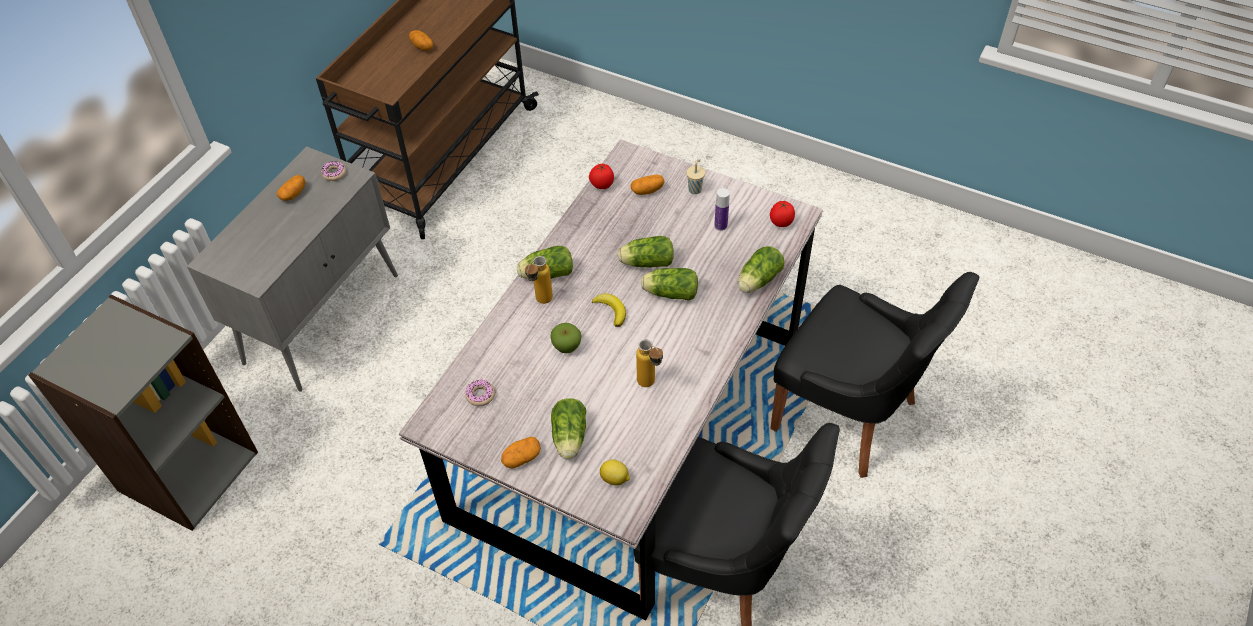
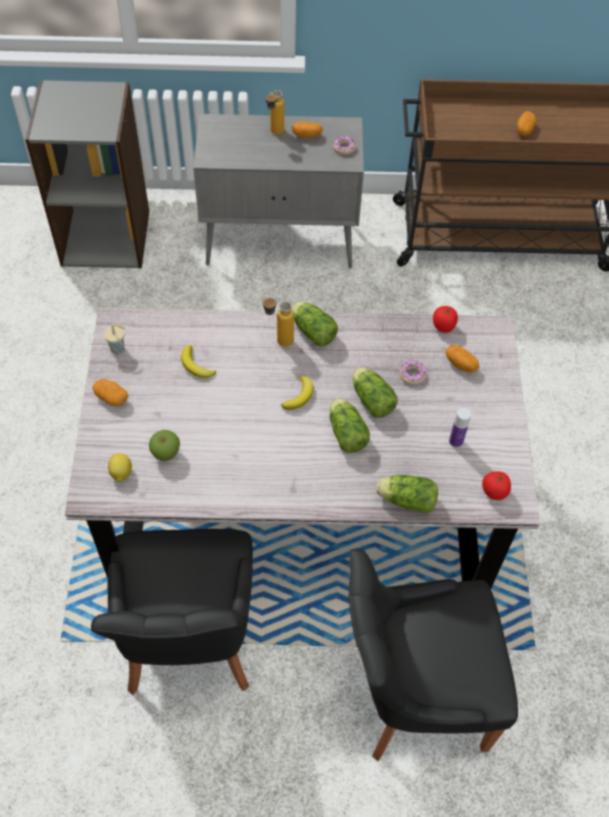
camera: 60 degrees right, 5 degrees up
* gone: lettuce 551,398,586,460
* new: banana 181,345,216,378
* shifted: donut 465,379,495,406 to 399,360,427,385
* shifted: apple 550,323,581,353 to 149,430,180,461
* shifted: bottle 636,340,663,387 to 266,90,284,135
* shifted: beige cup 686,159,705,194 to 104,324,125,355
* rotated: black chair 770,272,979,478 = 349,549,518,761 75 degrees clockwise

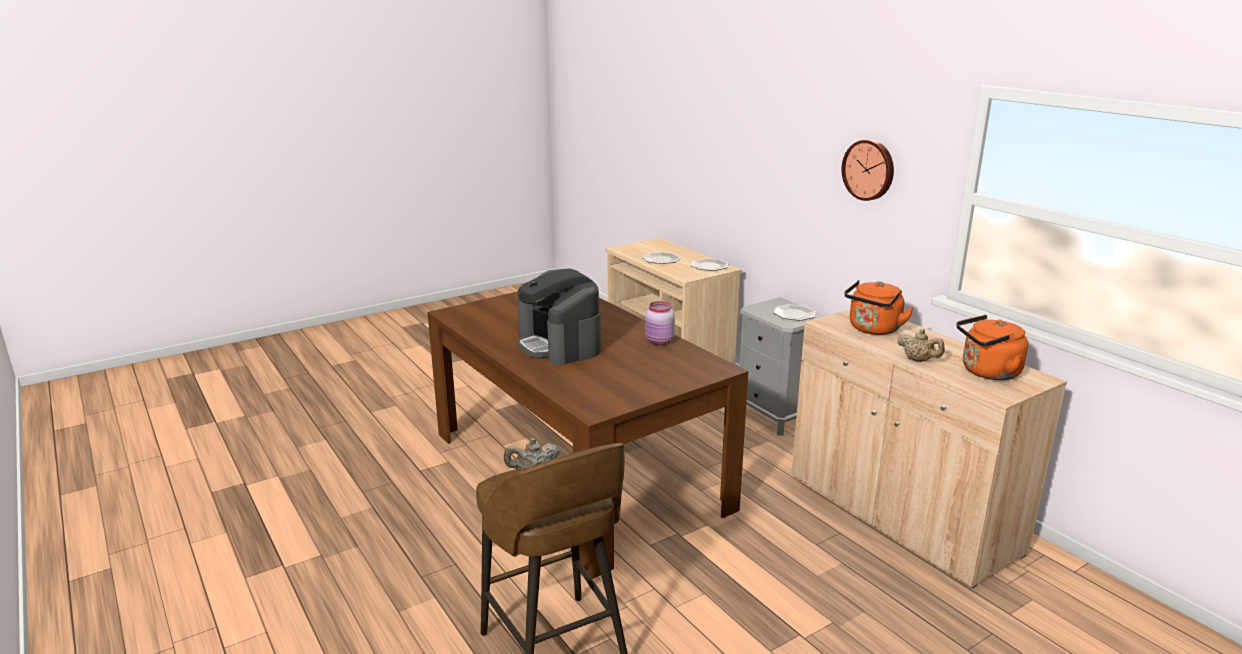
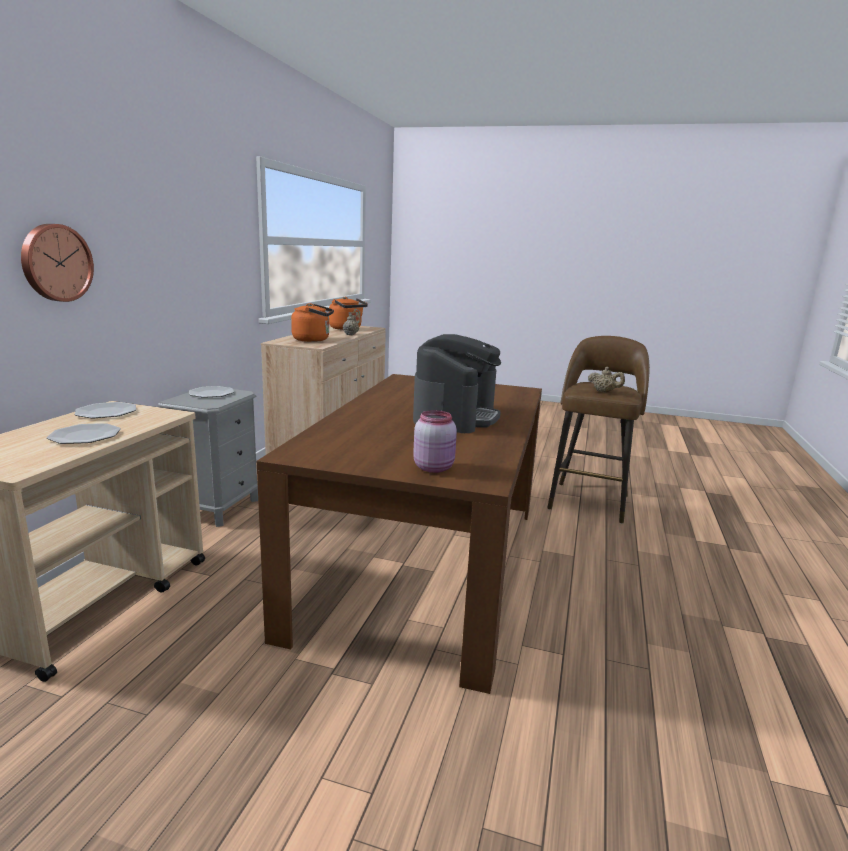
camera: 130 degrees left, 5 degrees down
* shifted: pink jar 645,301,675,345 to 413,410,457,473
* shifted: wall clock 841,139,894,201 to 21,224,94,302

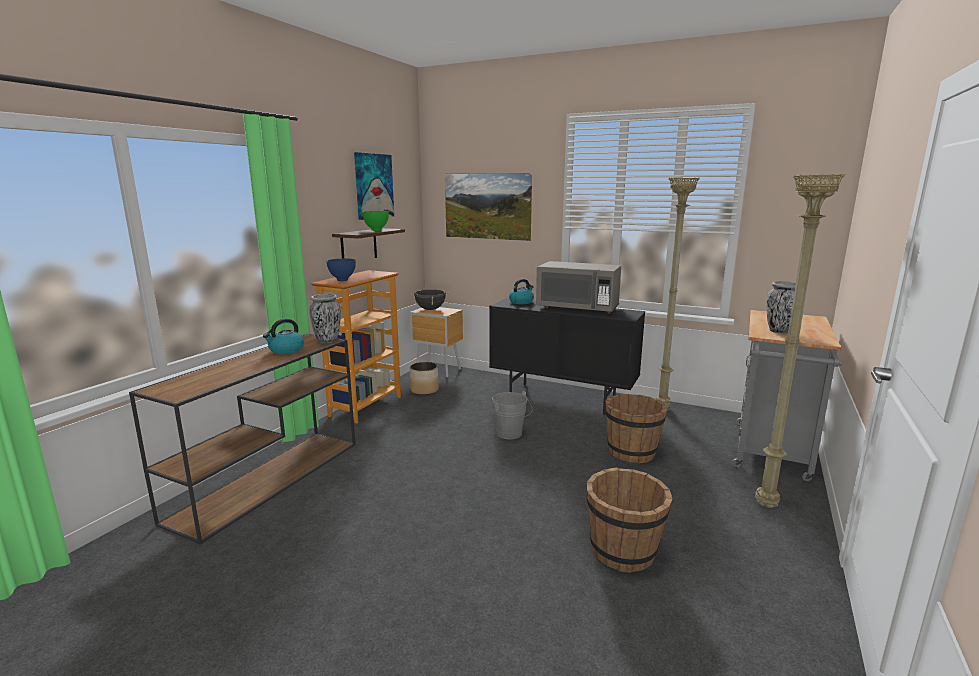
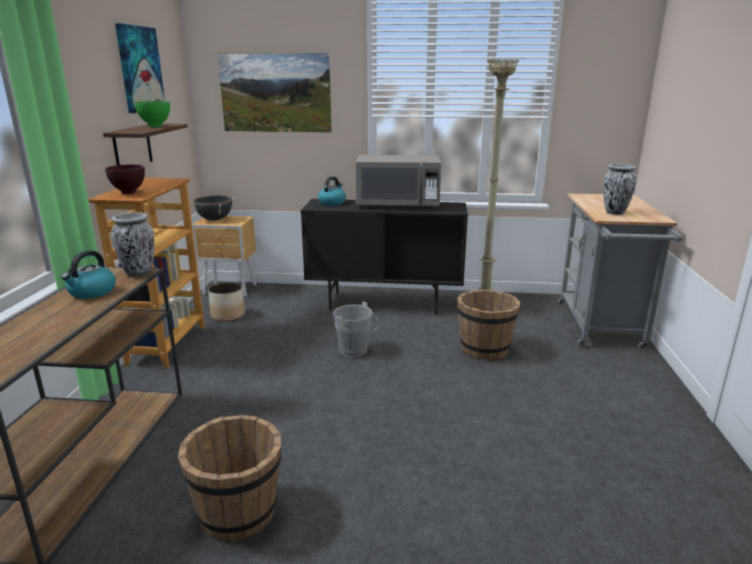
camera: 20 degrees left, 5 degrees up
* gone: beige floor lamp 755,174,845,508
* shifted: brown bucket 586,467,672,573 to 178,415,281,542
* repainted: blue bowl 327,258,356,281 to brown bowl 105,164,145,194

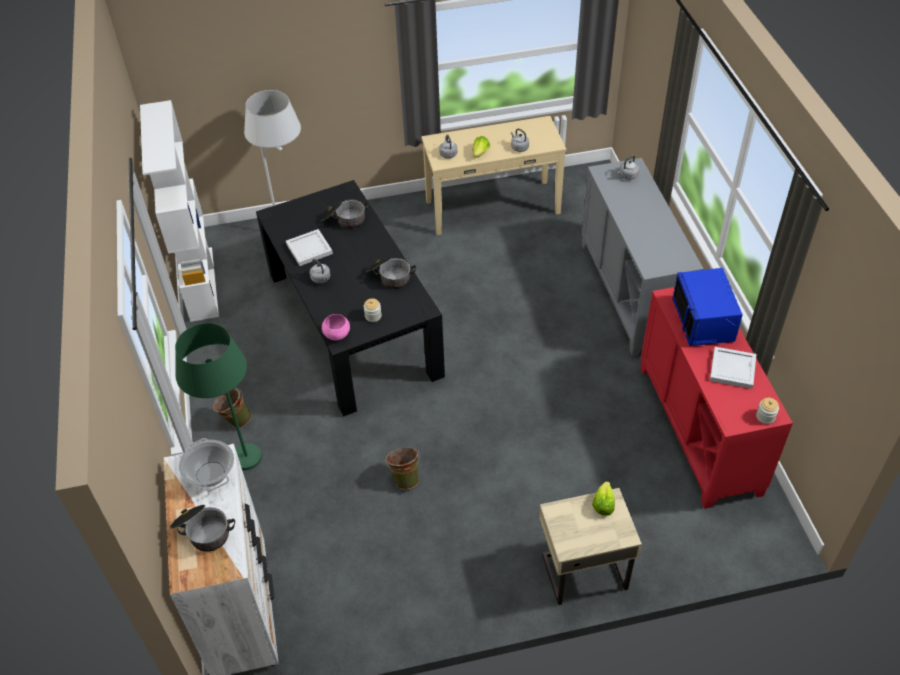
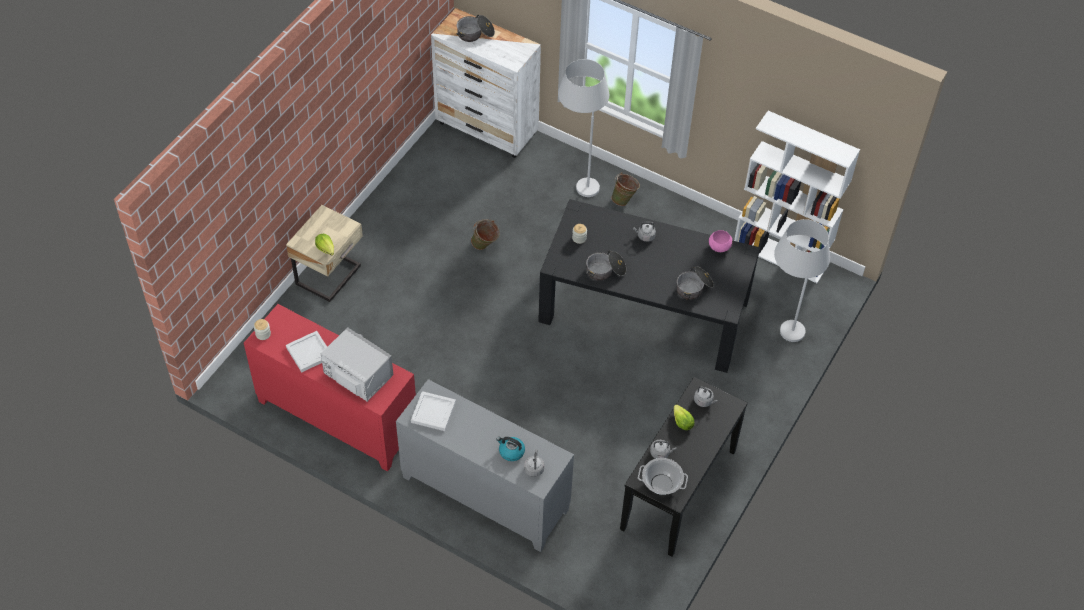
camera: 130 degrees right, 5 degrees up
* new: kettle 496,437,525,461
* shifted: cooking pot 179,438,234,491 to 638,458,688,495
* shifted: white tray 286,229,333,266 to 411,391,456,431
* shifted: pink bowl 322,314,350,341 to 709,230,733,252
* repainted: green floor lamp 175,323,262,470 to white floor lamp 558,59,609,197
* repainted: beige console table 421,116,566,235 to black console table 620,377,748,557
* repainted: blue microwave 672,268,743,346 to grey microwave 321,327,394,402

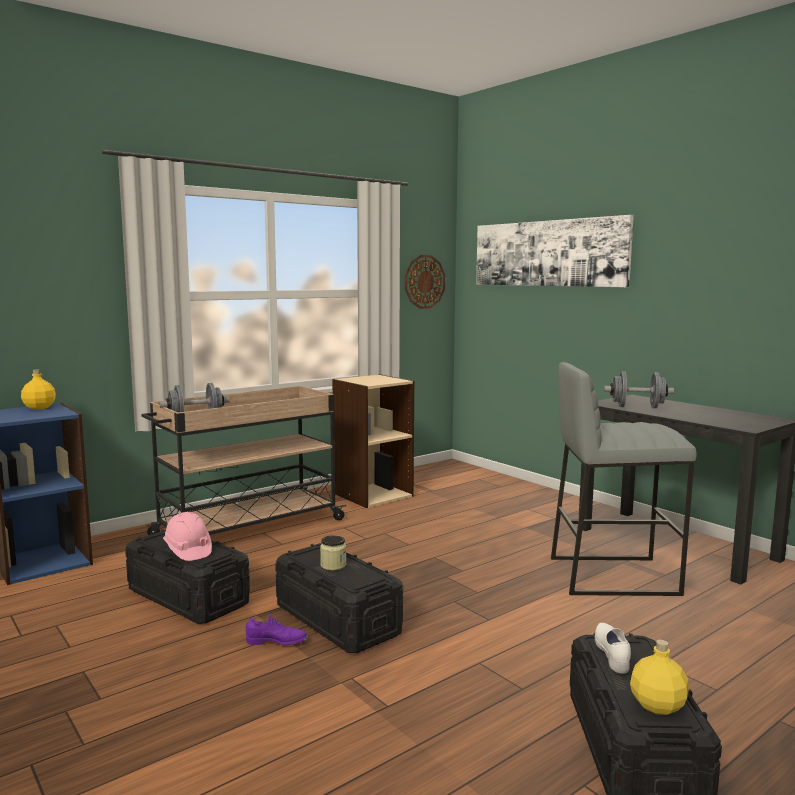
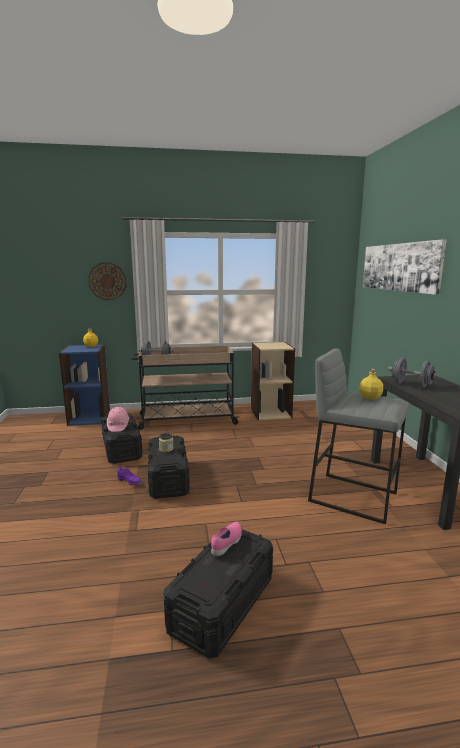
camera: 30 degrees right, 5 degrees up
* shifted: wall clock 405,255,445,309 to 88,263,127,300
* shifted: yellow bottle 630,639,689,715 to 359,369,383,400
* repainted: white shoe 595,623,631,674 to pink shoe 211,522,242,556

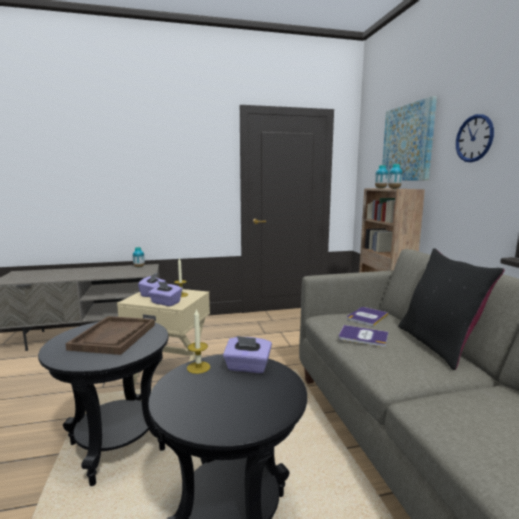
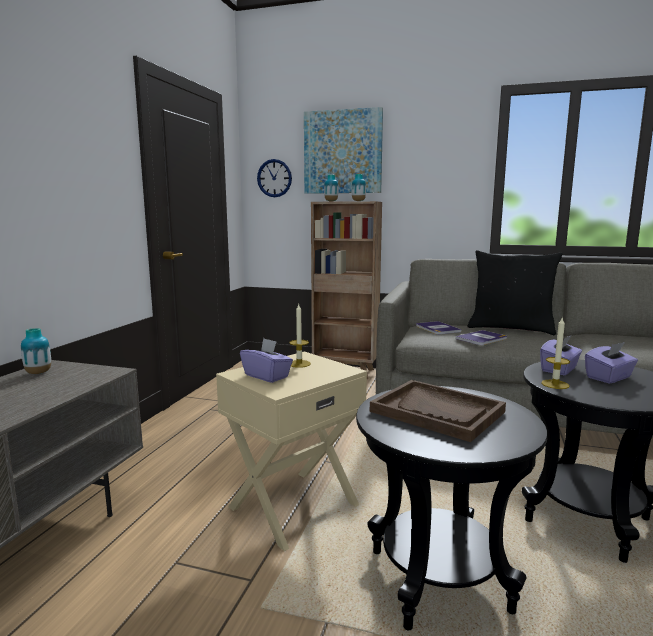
camera: 60 degrees left, 0 degrees up
* shifted: purple tissue box 148,281,182,306 to 585,342,638,384
* shifted: wall clock 456,114,494,162 to 257,159,292,197

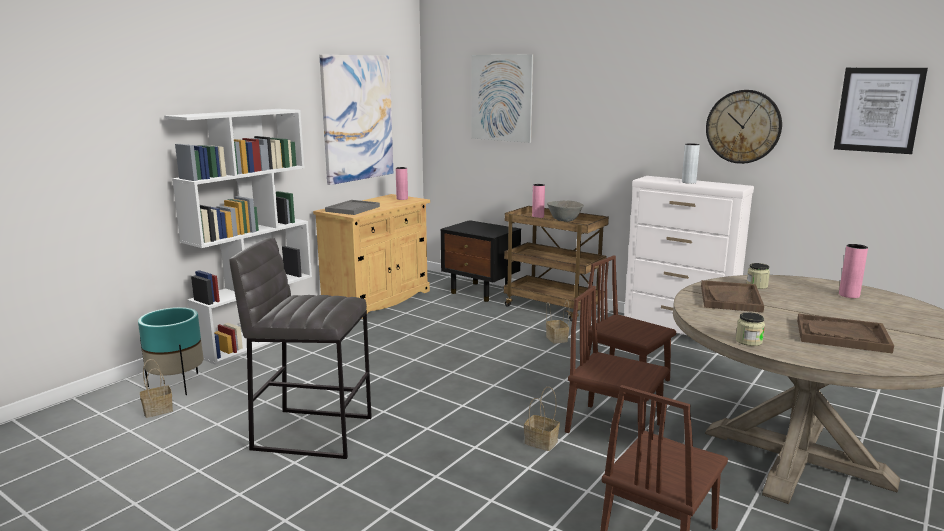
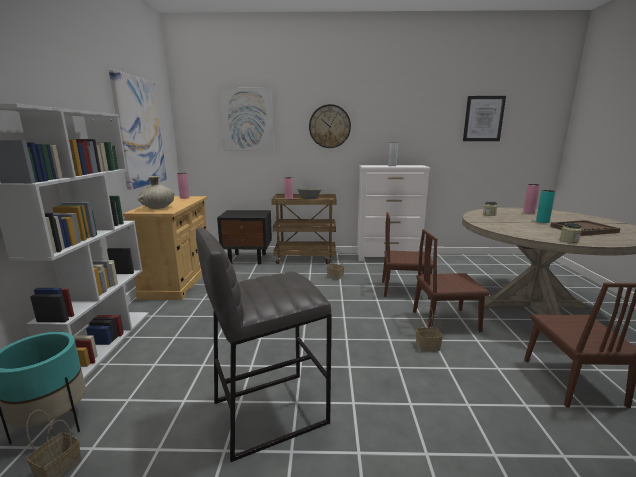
camera: 35 degrees left, 0 degrees up
* gone: brown tray 701,280,764,313
* new: turquoise vase 536,190,556,223
* shifted: wall clock 706,90,782,164 to 309,104,351,148
* swapped: grey tray 325,200,380,215 to beige vase 138,176,175,209

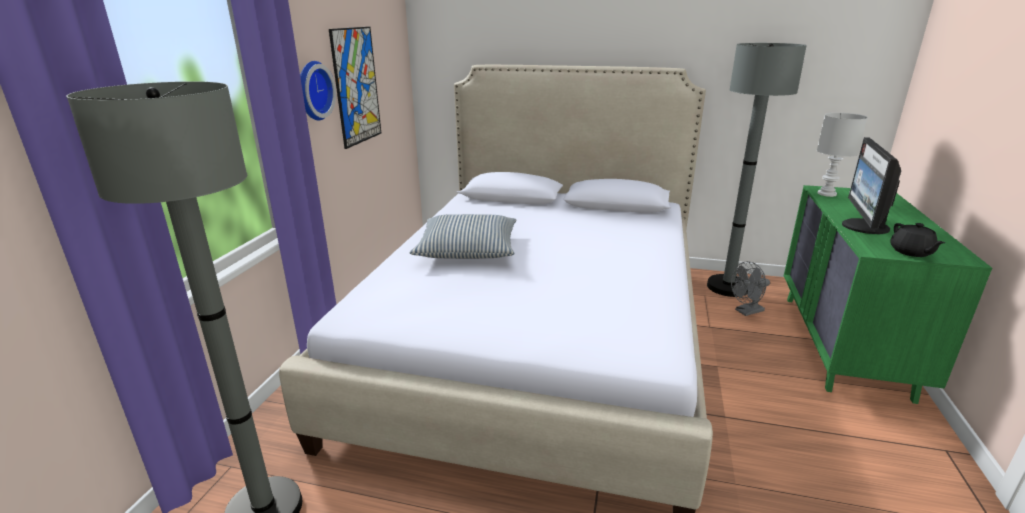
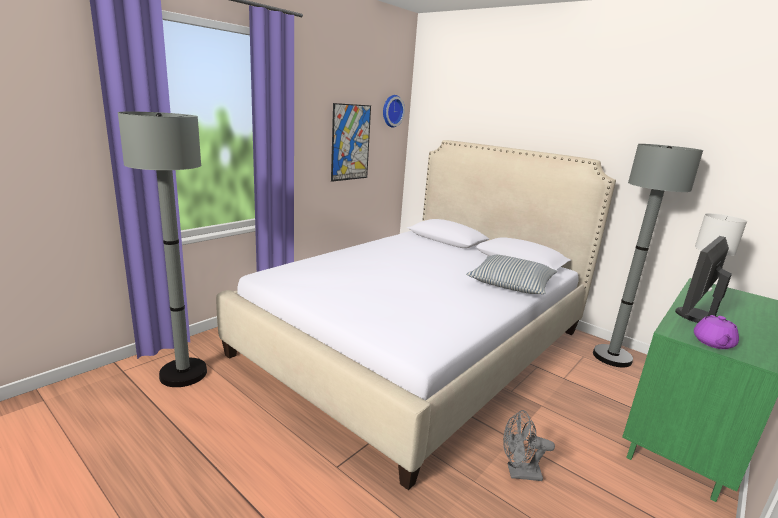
camera: 25 degrees right, 5 degrees down
* shifted: wall clock 300,61,336,120 to 383,95,405,128
* shifted: pillow 410,214,516,259 to 466,255,557,294
* shifted: grey fan 731,261,770,316 to 503,410,555,481
* repainted: black teapot 890,223,945,257 to purple teapot 694,315,739,349

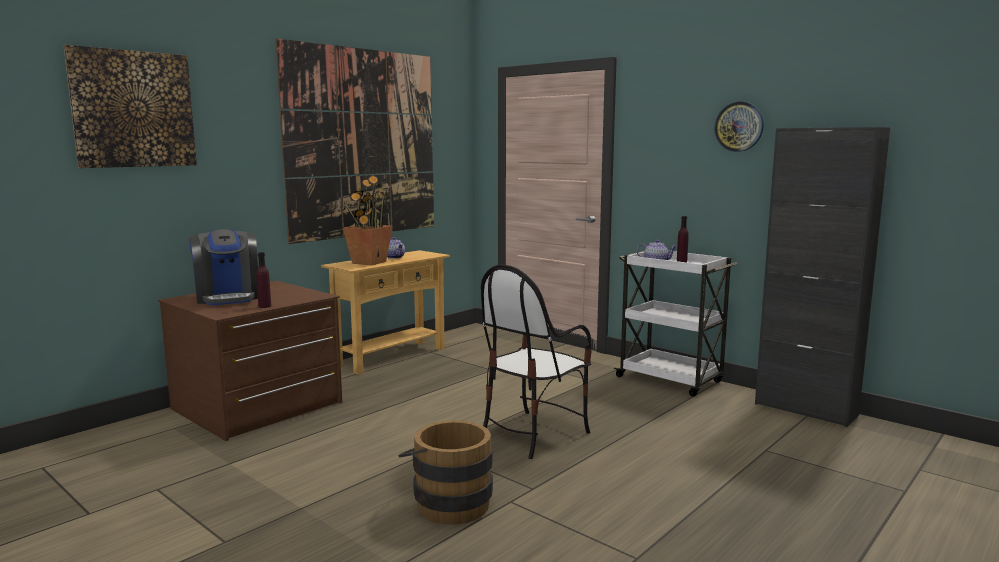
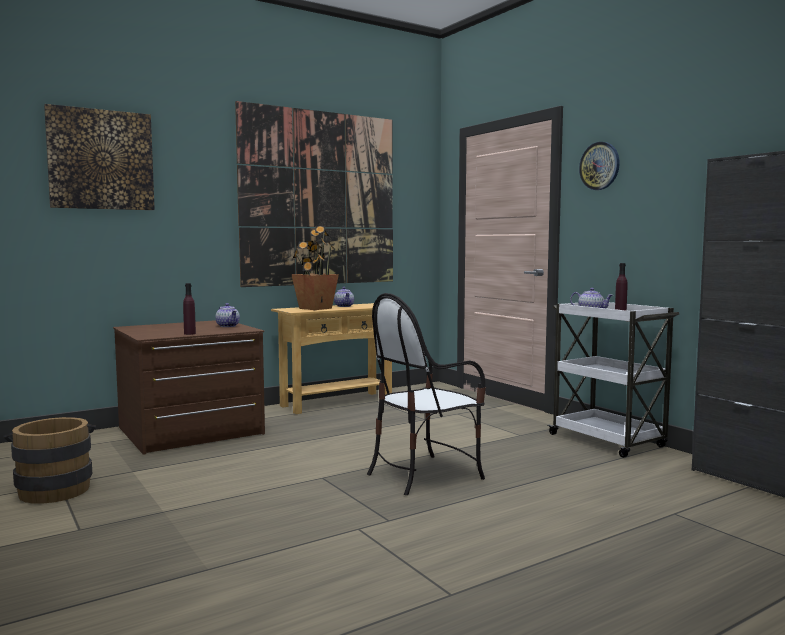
camera: 15 degrees right, 5 degrees down
* gone: coffee machine 189,229,258,305
* new: teapot 216,303,240,327
* shifted: brown bucket 398,420,493,525 to 4,417,96,504
* shifted: wall clock 714,101,764,152 to 579,142,620,190

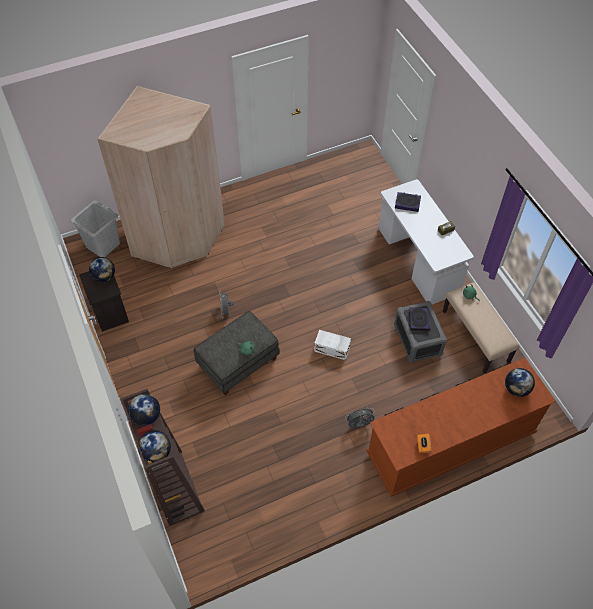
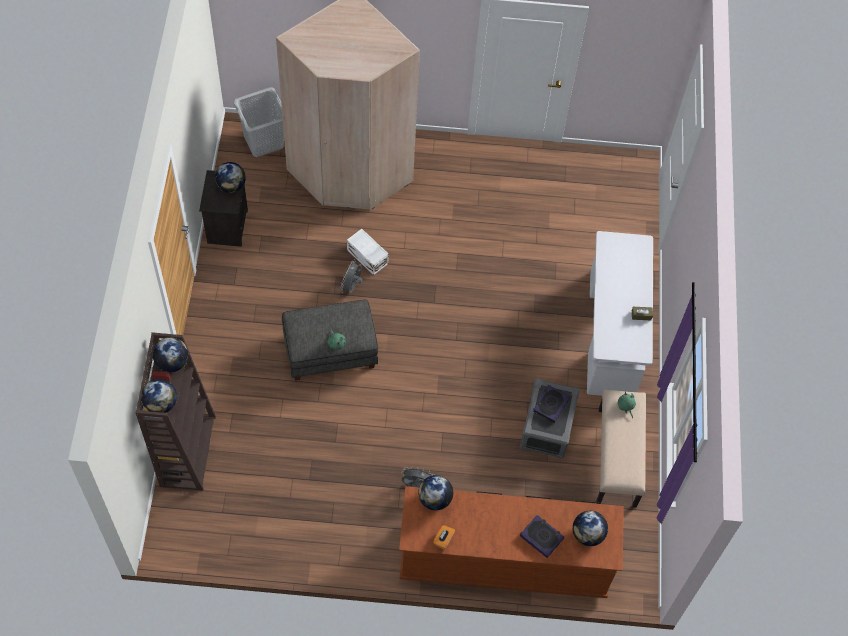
camera: 25 degrees right, 5 degrees up
* new: globe 418,475,453,511
* shifted: white storage box 314,330,351,360 to 347,229,389,275
* shifted: book 395,192,421,212 to 520,515,564,558

